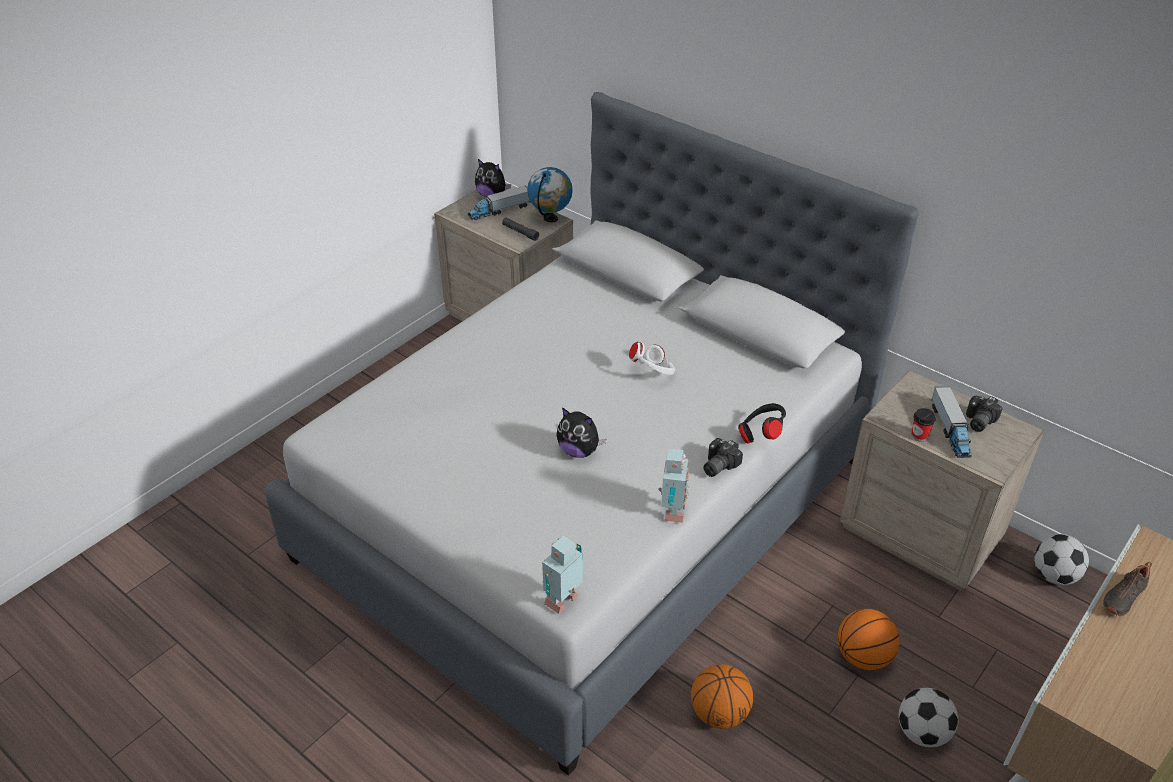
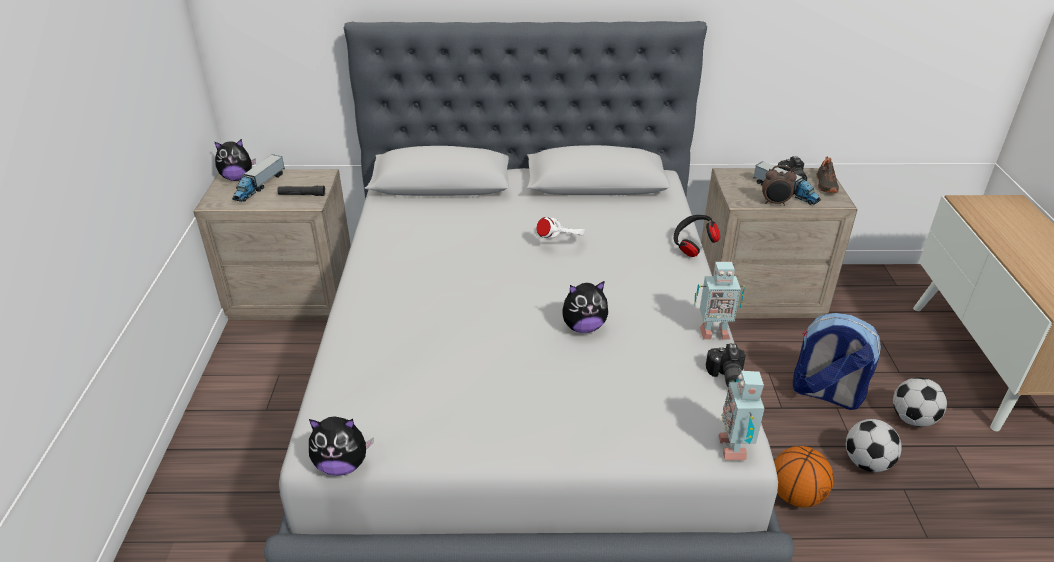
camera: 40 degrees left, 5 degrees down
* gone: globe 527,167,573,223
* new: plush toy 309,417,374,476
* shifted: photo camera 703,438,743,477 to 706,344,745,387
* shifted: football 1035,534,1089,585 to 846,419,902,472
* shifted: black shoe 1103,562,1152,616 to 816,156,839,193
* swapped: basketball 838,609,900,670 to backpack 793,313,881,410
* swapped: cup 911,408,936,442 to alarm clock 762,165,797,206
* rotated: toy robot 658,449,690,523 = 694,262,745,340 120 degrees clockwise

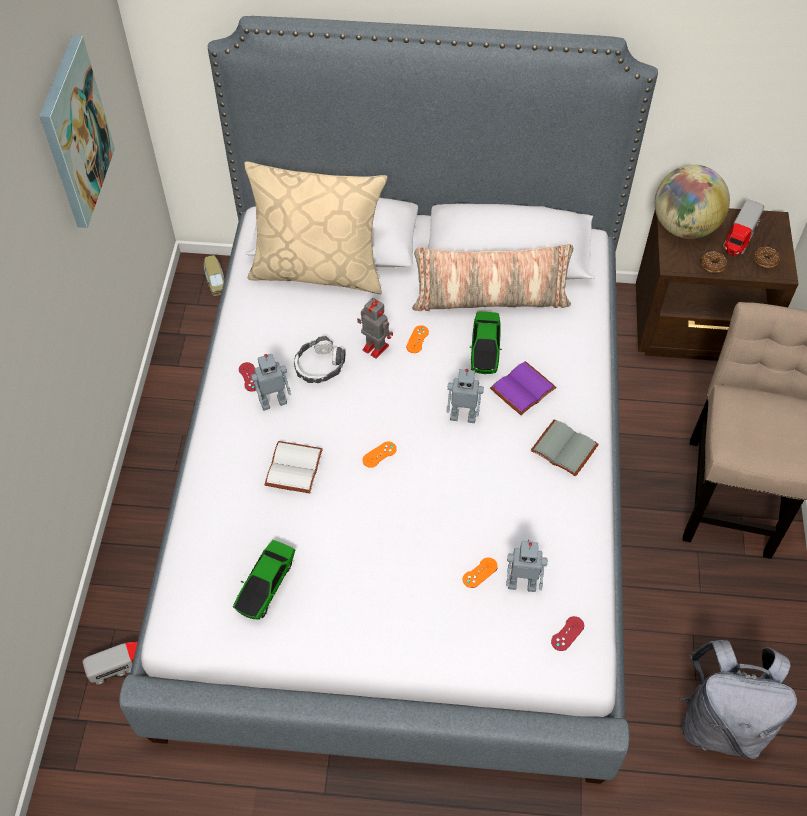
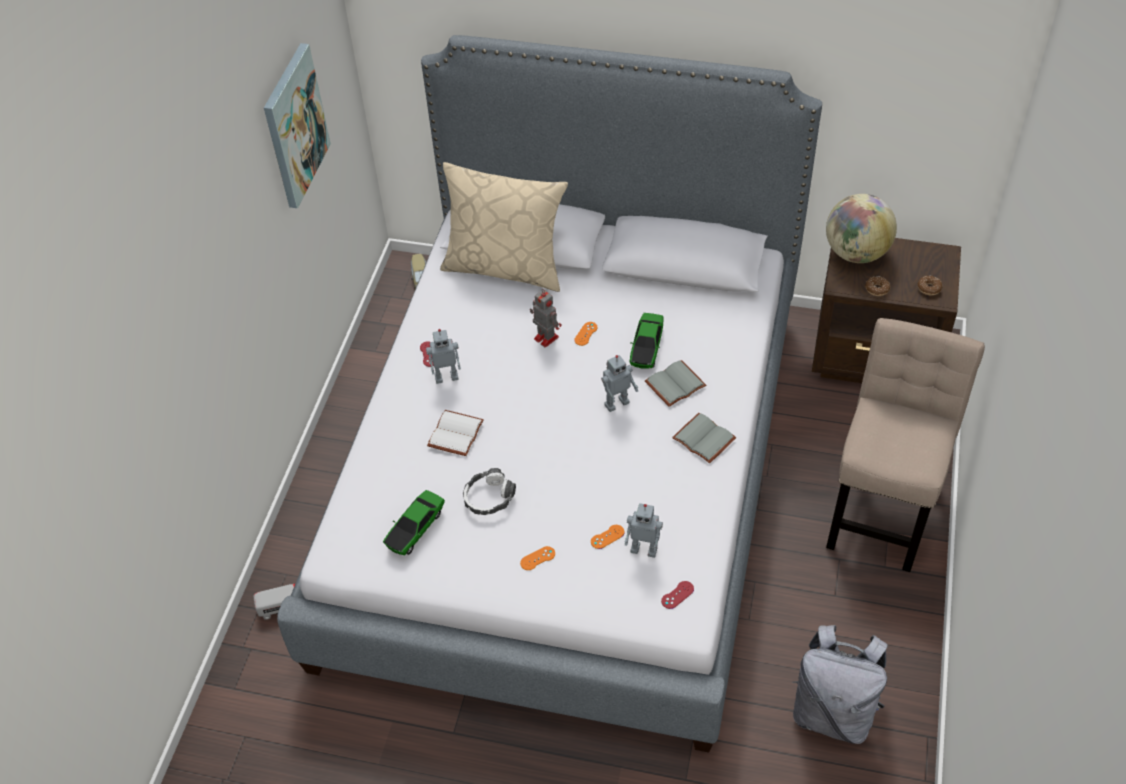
camera: 10 degrees right, 5 degrees down
* gone: pillow 412,244,573,311
* gone: toy truck 723,200,764,256
* shifted: headphones 294,336,346,383 to 463,468,516,515
* shifted: orange game controller 362,442,397,468 to 520,546,555,570
* repainted: purple book 490,361,557,415 to grey book 645,360,706,407
* rotated: toy robot 446,369,484,423 = 601,355,639,412 45 degrees counterclockwise

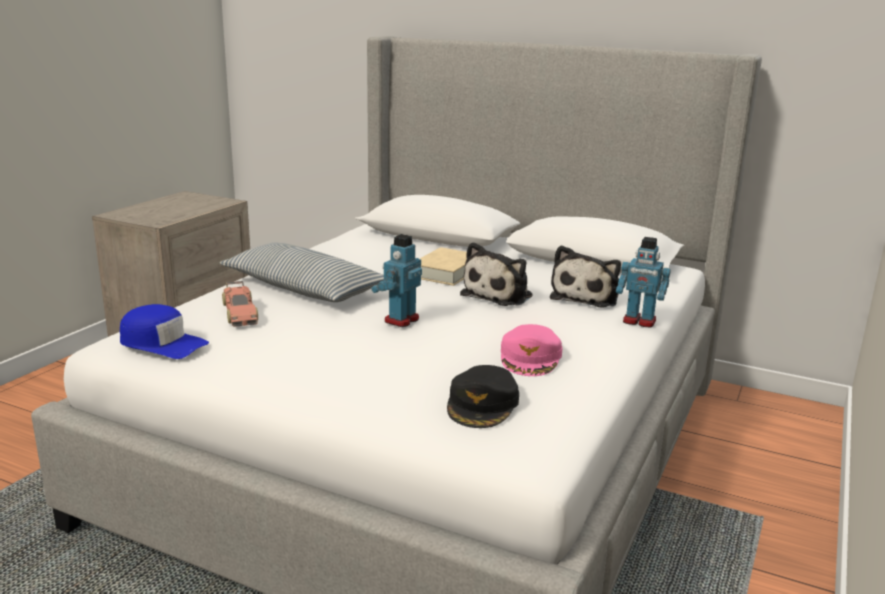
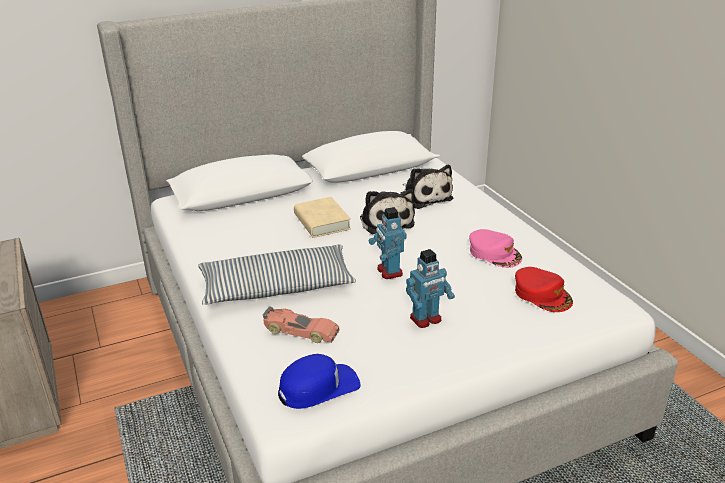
camera: 50 degrees left, 10 degrees up
* shifted: toy robot 616,237,671,327 to 406,249,455,328
* repainted: black cap 447,365,519,428 to red cap 515,267,573,312

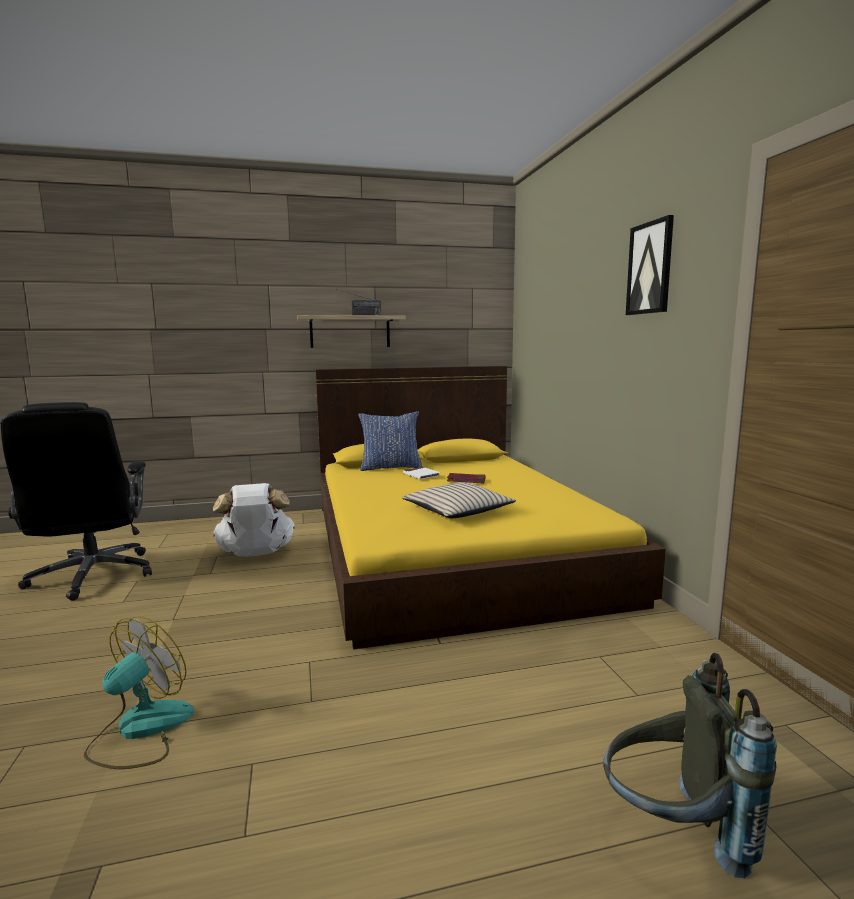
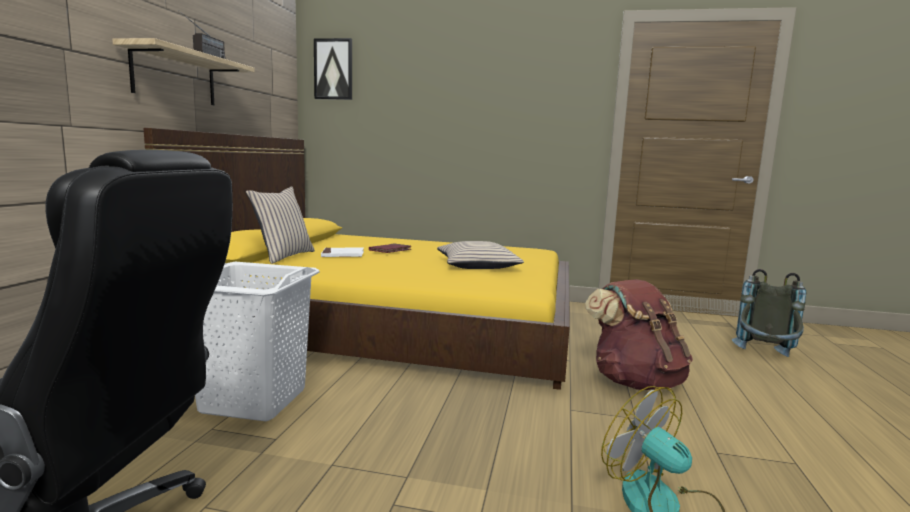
camera: 65 degrees left, 0 degrees up
* new: brown backpack 585,279,693,390
* shifted: picture 626,215,674,315 to 314,38,352,100
* swapped: white backpack 213,483,295,557 to white laundry basket 195,262,320,421
* repainted: blue pillow 358,411,422,471 to beige pillow 246,186,315,264

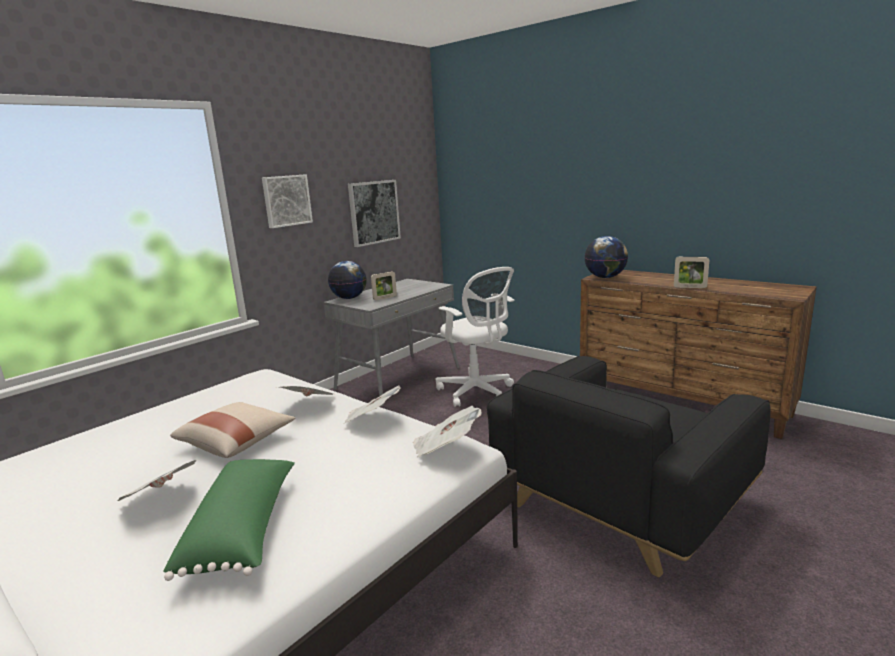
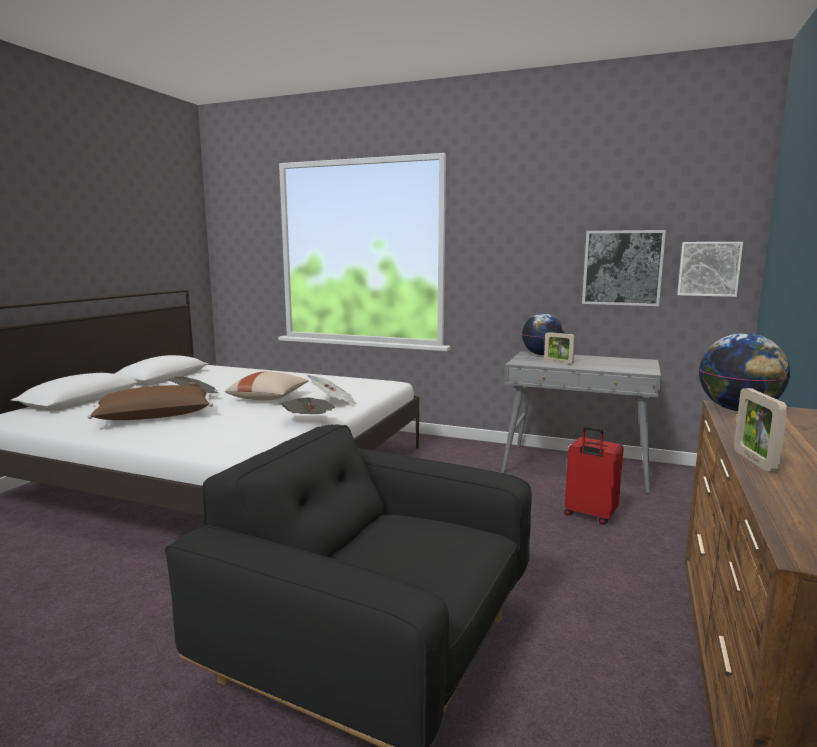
camera: 70 degrees right, 5 degrees down
* gone: newspaper 413,406,481,458
* shifted: picture 262,174,313,228 to 677,242,743,297
* swapped: white office chair 436,267,514,407 to red suitcase 564,426,624,524
* repainted: green pillow 163,459,295,581 to brown pillow 87,385,213,420

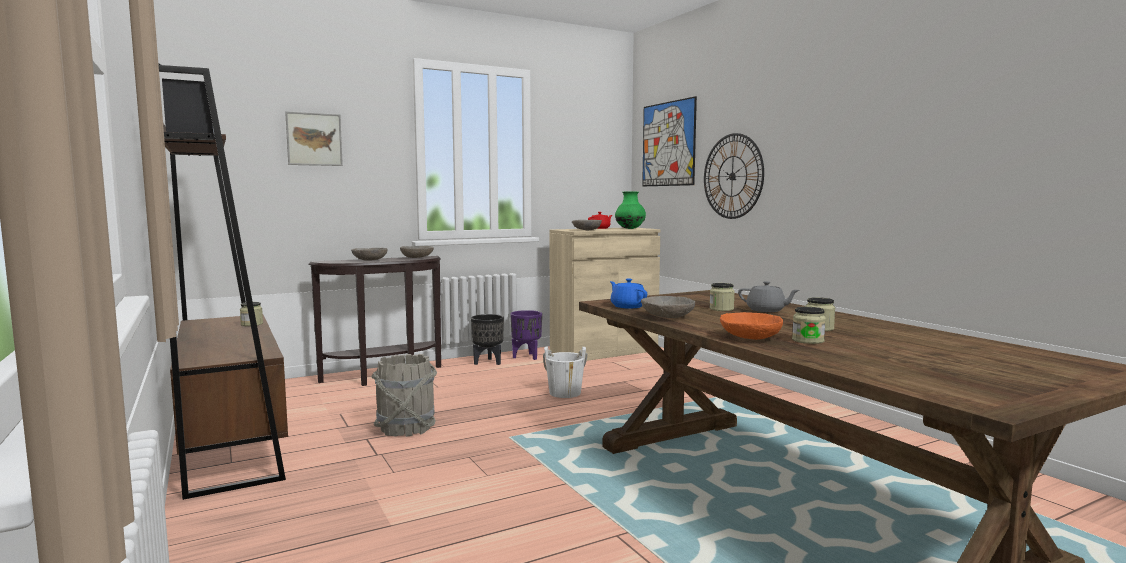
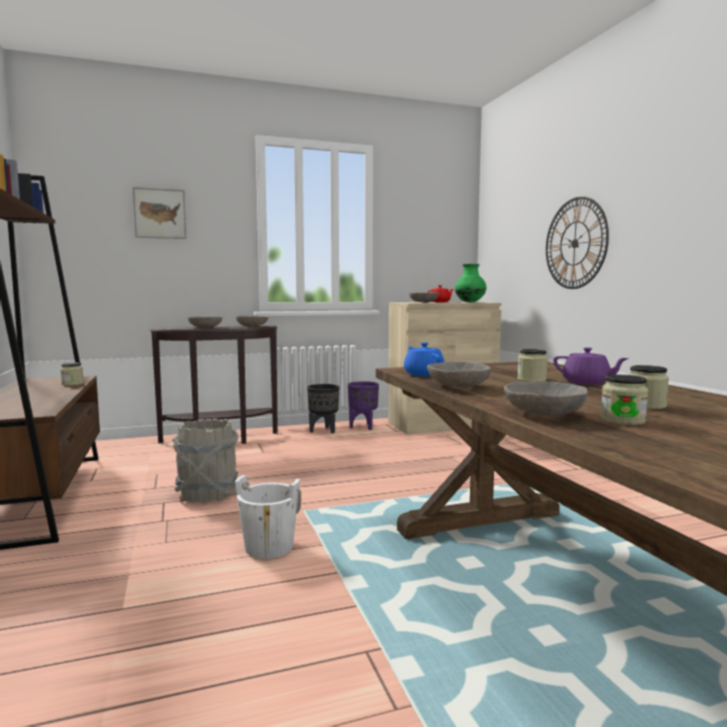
camera: 10 degrees right, 0 degrees up
* gone: picture 642,96,697,186
* shifted: white bucket 543,347,588,398 to 235,475,301,559
* repainted: orange bowl 720,312,783,340 to grey bowl 504,381,588,416
* repainted: grey teapot 738,281,799,312 to purple teapot 553,347,629,385

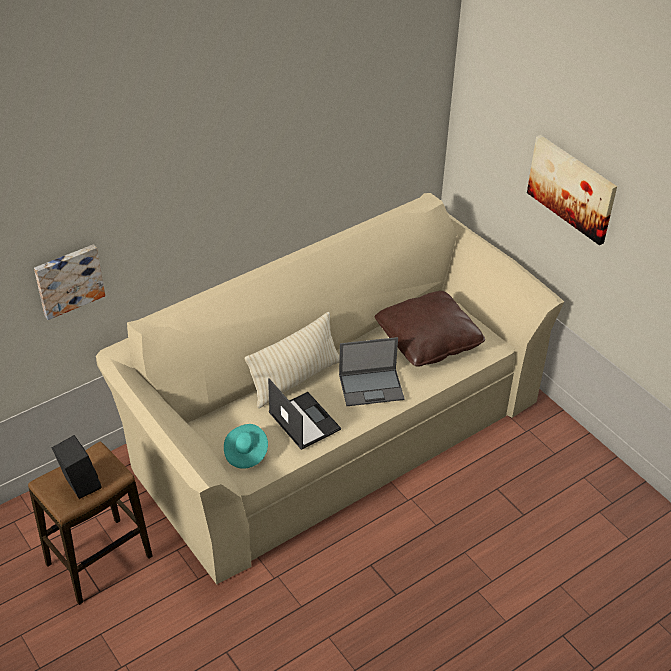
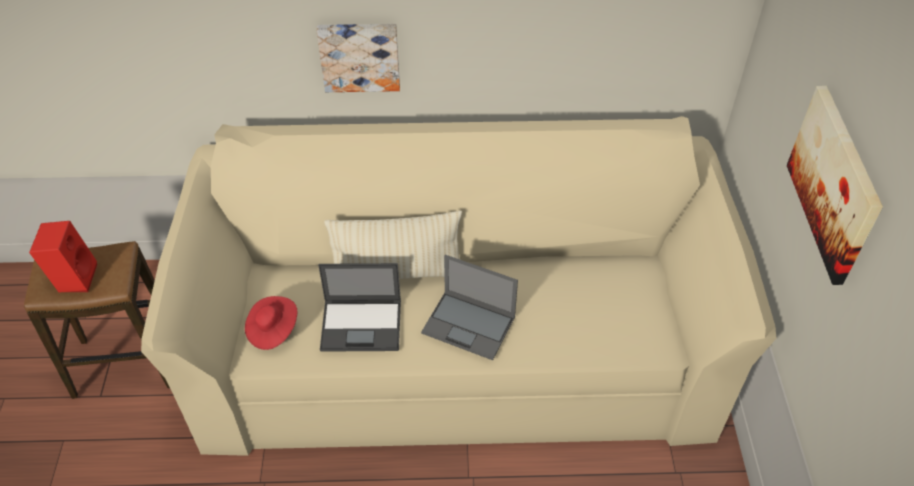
camera: 35 degrees right, 5 degrees up
* gone: brown pillow 374,291,485,367
* shifted: picture 34,244,105,320 to 317,24,400,92
* repainted: black speaker 52,435,101,499 to red speaker 29,221,97,293
* repainted: turquoise hat 224,424,268,469 to red hat 245,296,297,350
* rotated: laptop 268,378,341,450 = 318,263,401,352 90 degrees clockwise

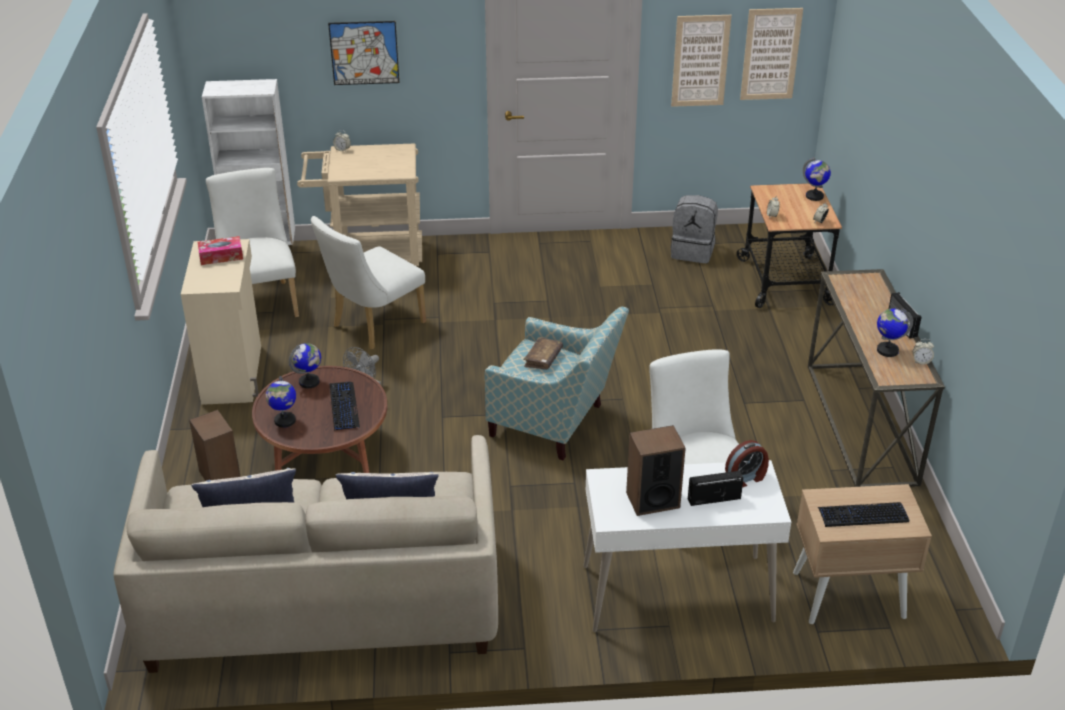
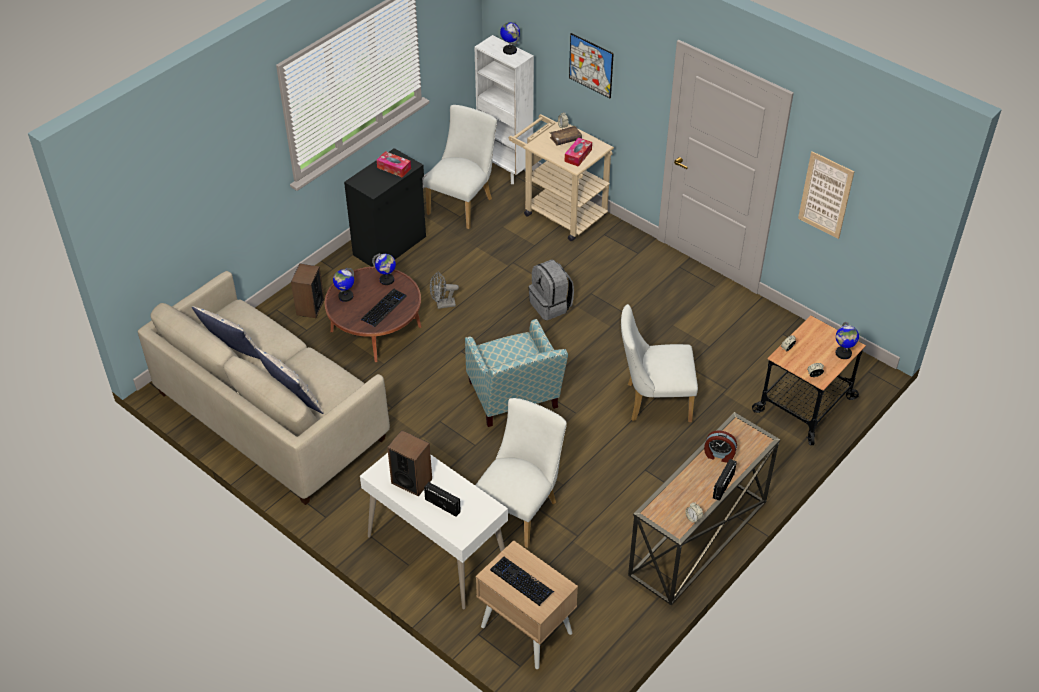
camera: 45 degrees right, 10 degrees up
* gone: picture 740,8,803,100
* new: tissue box 565,137,592,167
* shifted: white chair 311,216,426,350 to 621,304,698,422
* shifted: brown book 523,337,563,370 to 550,126,582,146
* shifted: grey backpack 671,195,718,263 to 528,260,574,320
* shifted: alarm clock 725,440,769,488 to 704,430,737,463
* shifted: globe 877,308,913,357 to 500,22,520,55
* repainted: beige cabinet 181,239,261,405 to black cabinet 344,148,426,267

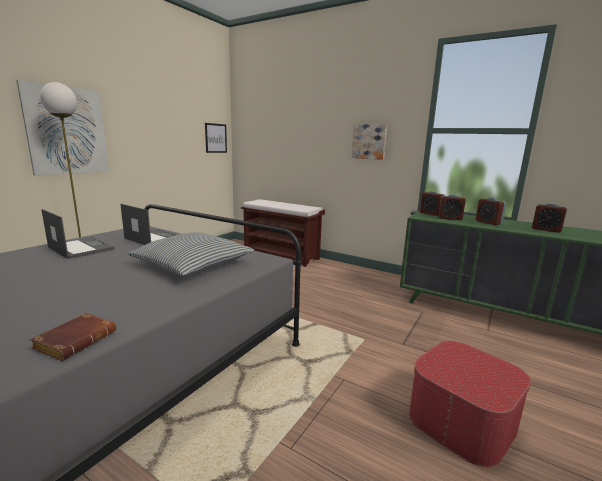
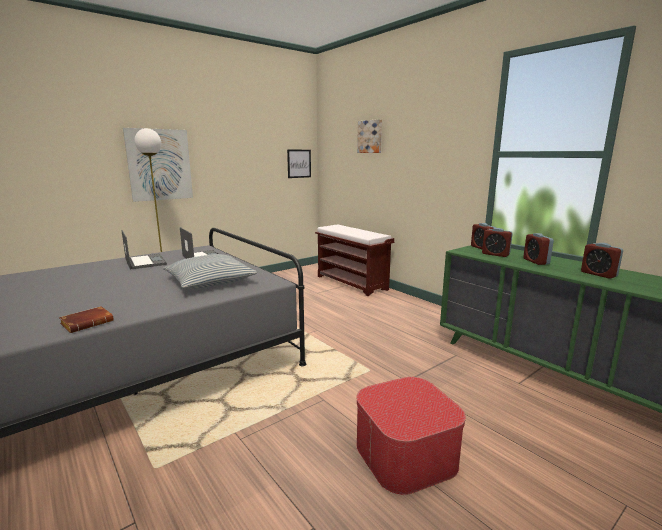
camera: 20 degrees right, 0 degrees up
* shifted: picture 352,124,387,160 to 357,119,382,153

